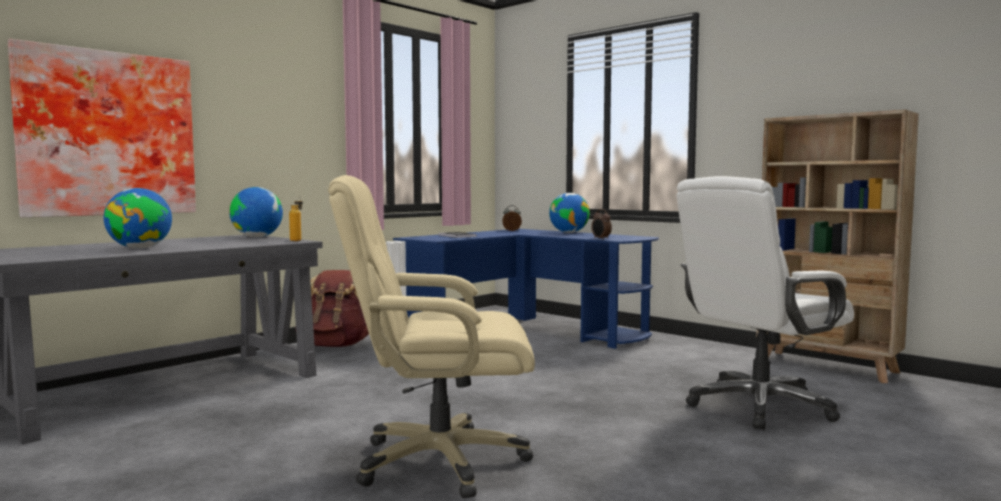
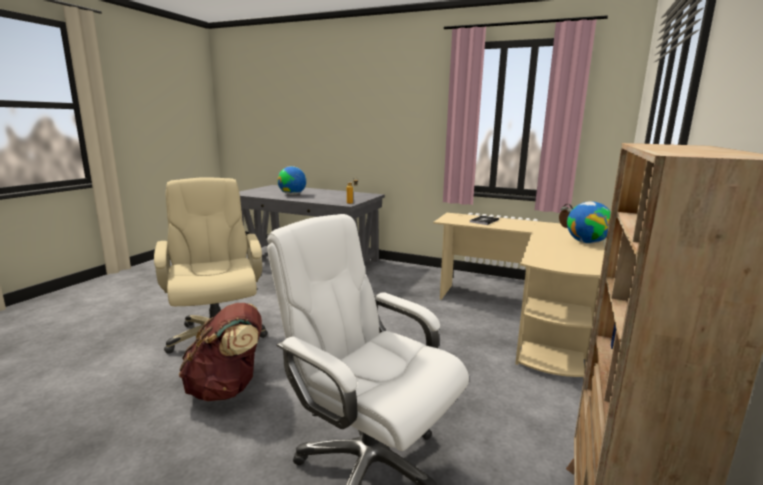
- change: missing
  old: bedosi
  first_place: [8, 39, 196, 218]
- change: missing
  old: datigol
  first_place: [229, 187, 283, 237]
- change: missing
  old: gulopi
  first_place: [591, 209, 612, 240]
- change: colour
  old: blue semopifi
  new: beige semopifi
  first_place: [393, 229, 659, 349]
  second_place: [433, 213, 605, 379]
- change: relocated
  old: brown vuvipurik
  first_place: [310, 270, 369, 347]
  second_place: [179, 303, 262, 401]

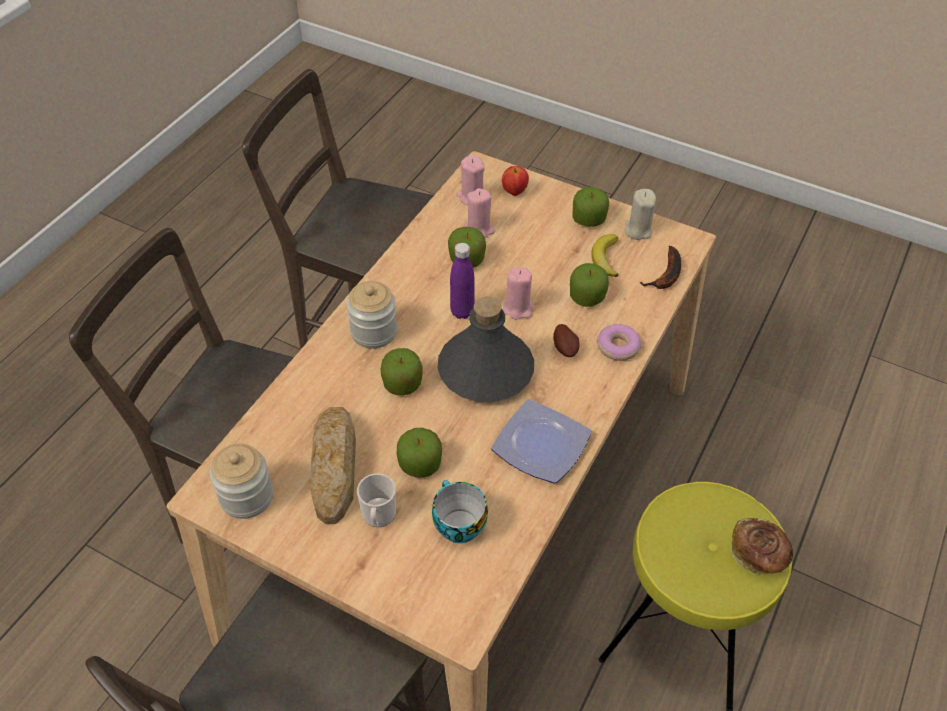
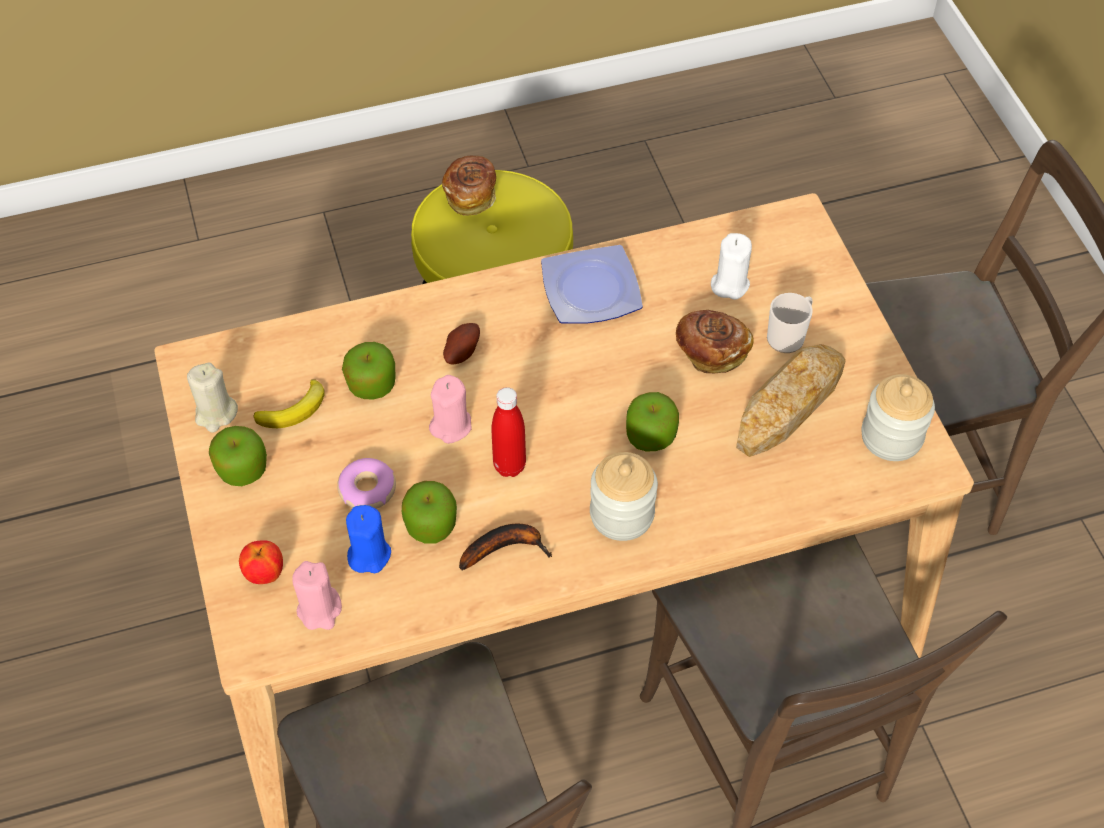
- change: colour
  old: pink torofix
  new: blue torofix
  first_place: [464, 188, 495, 238]
  second_place: [346, 505, 391, 573]
- change: colour
  old: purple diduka
  new: red diduka
  first_place: [450, 243, 475, 319]
  second_place: [491, 387, 526, 477]
- change: relocated
  old: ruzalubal
  first_place: [640, 246, 681, 289]
  second_place: [459, 524, 553, 571]
- change: missing
  old: grey diduka
  first_place: [438, 297, 534, 402]
- change: relocated
  old: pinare
  first_place: [597, 324, 641, 361]
  second_place: [337, 458, 396, 509]
- change: exchanged
  old: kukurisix
  new: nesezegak
  first_place: [397, 428, 442, 478]
  second_place: [676, 310, 753, 373]
- change: exchanged
  old: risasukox
  new: white torofix
  first_place: [432, 480, 488, 543]
  second_place: [711, 233, 752, 300]

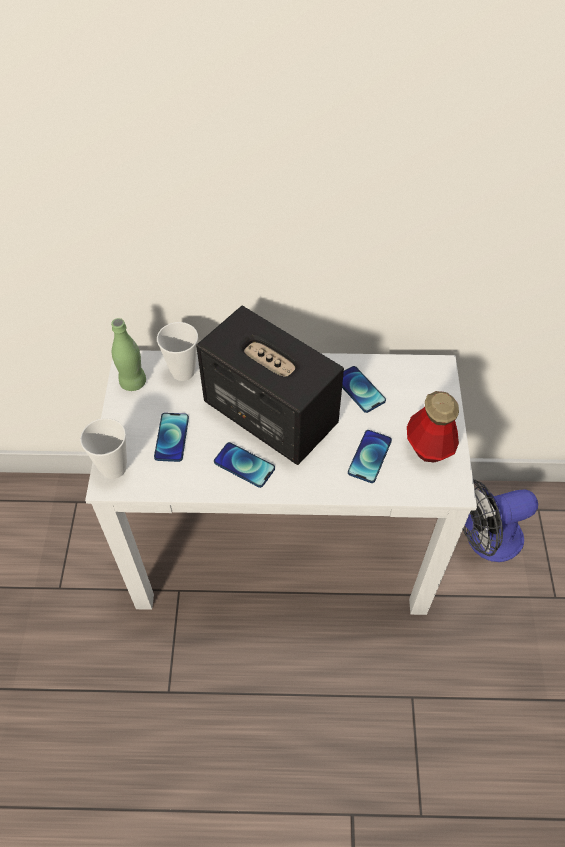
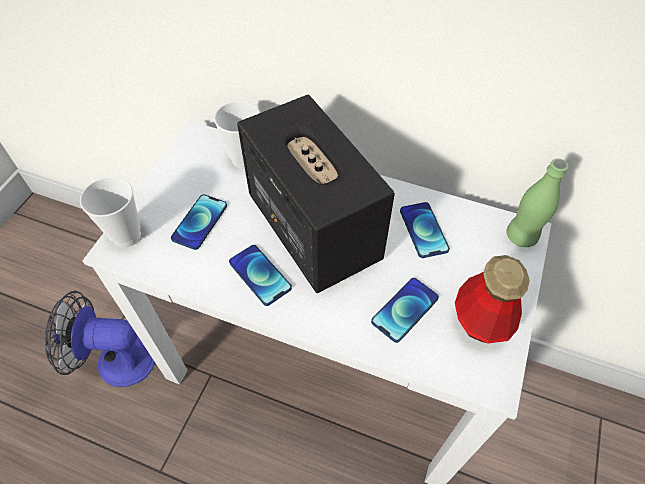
- change: relocated
  old: green diduka
  first_place: [111, 318, 146, 391]
  second_place: [506, 158, 568, 247]
- change: relocated
  old: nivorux
  first_place: [463, 480, 538, 562]
  second_place: [45, 291, 155, 387]

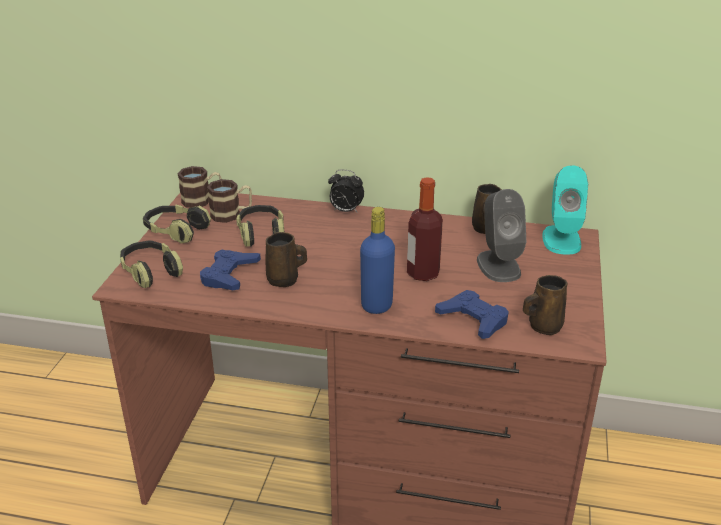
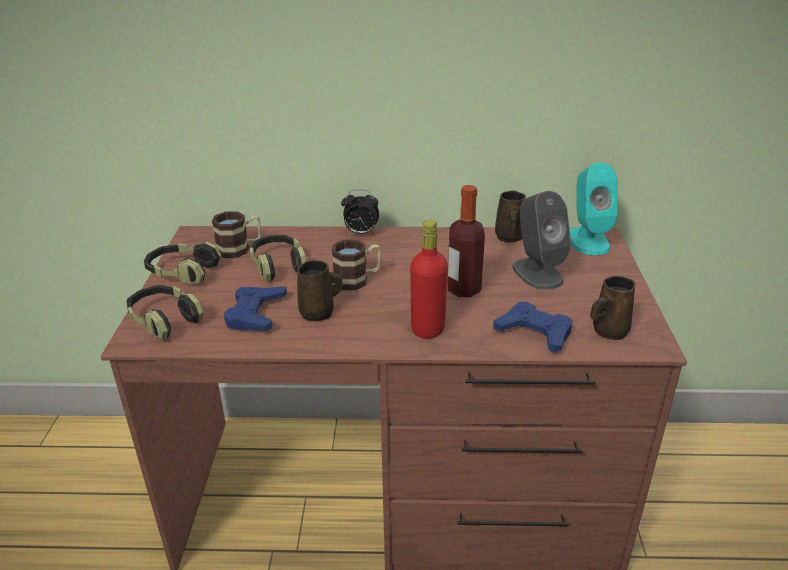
- change: relocated
  old: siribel
  first_place: [178, 166, 221, 208]
  second_place: [332, 240, 381, 290]
- change: colour
  old: blue diduka
  new: red diduka
  first_place: [360, 207, 395, 314]
  second_place: [410, 220, 448, 339]

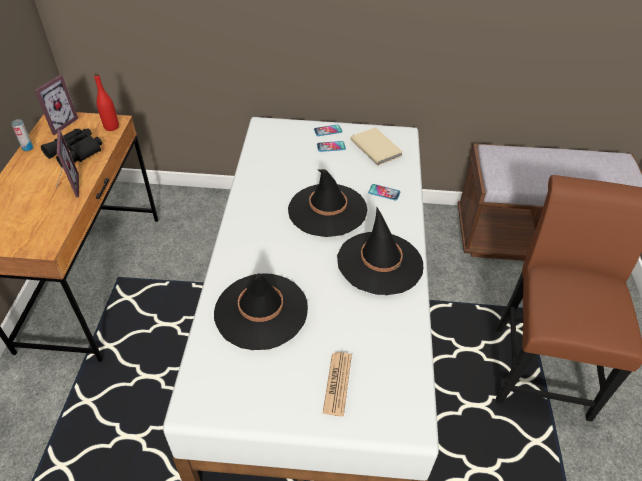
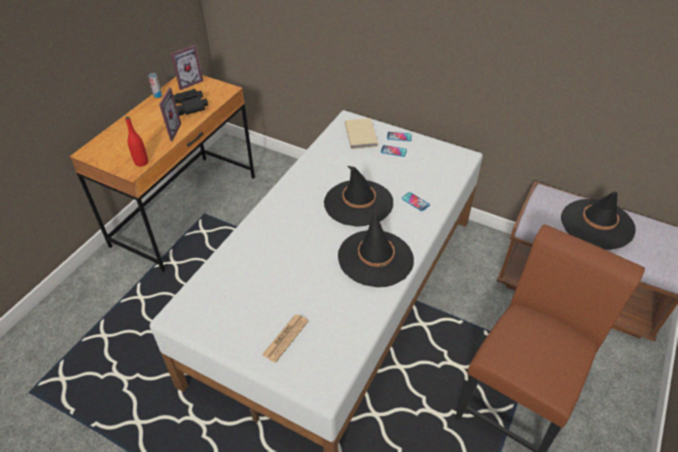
- change: relocated
  old: red diduka
  first_place: [94, 73, 119, 131]
  second_place: [125, 116, 148, 167]
- change: relocated
  old: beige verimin
  first_place: [351, 127, 403, 166]
  second_place: [345, 118, 378, 149]
- change: relocated
  old: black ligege
  first_place: [214, 273, 308, 350]
  second_place: [561, 191, 636, 250]

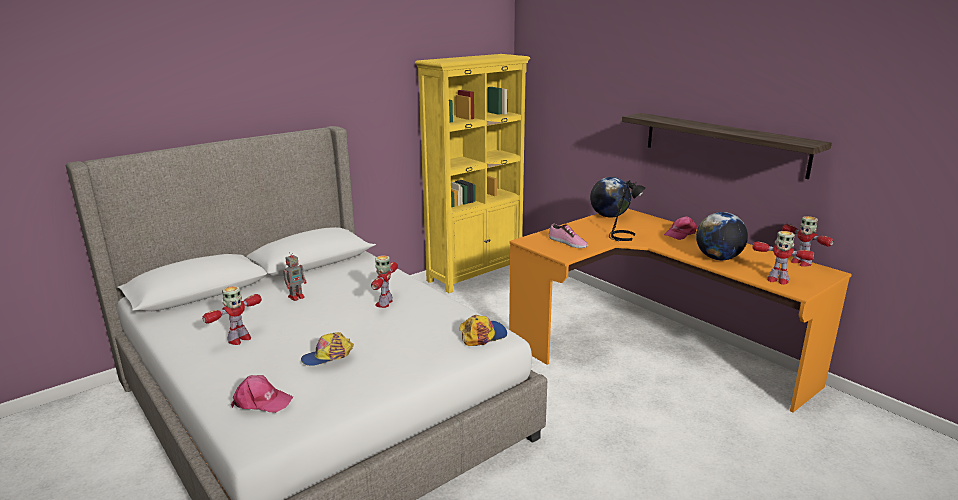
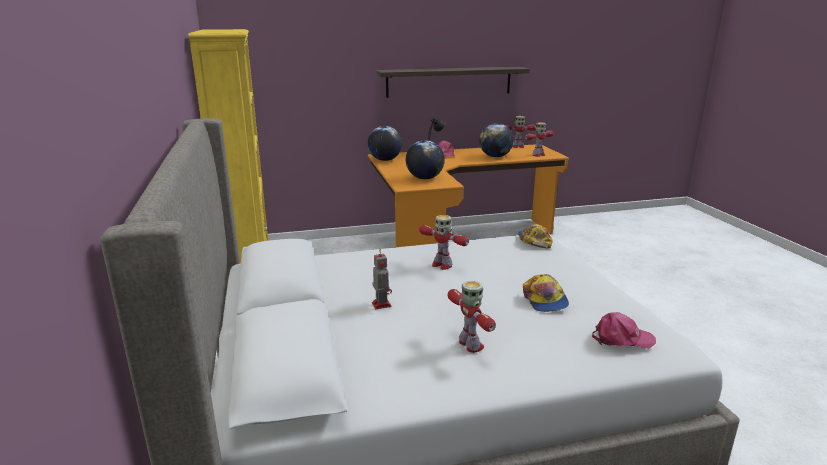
- change: exchanged
  old: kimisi
  new: datigol
  first_place: [549, 224, 588, 248]
  second_place: [406, 140, 445, 179]
- change: spun
  old: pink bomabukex
  first_place: [231, 375, 293, 413]
  second_place: [592, 312, 656, 349]
  degrees: 60

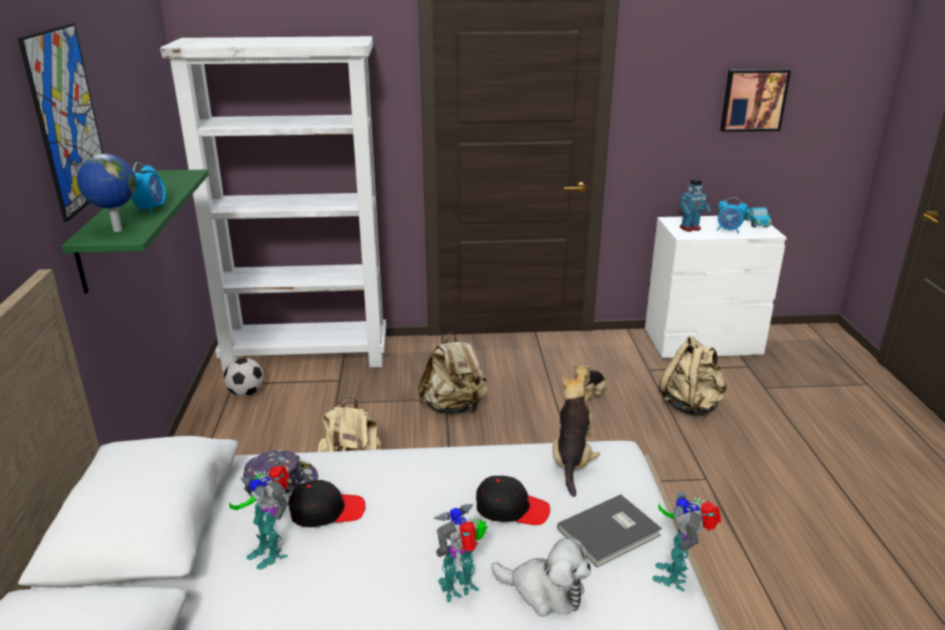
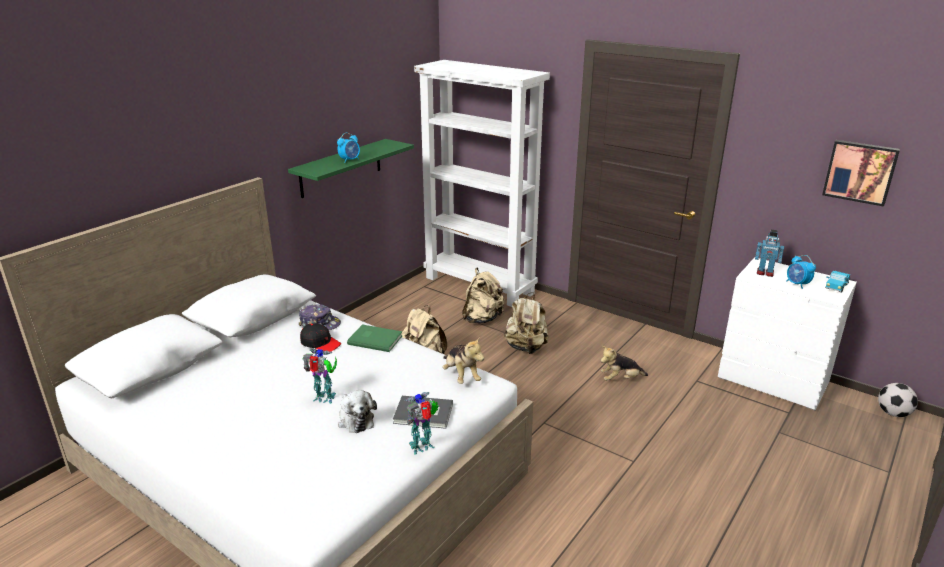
- change: missing
  old: bedosi
  first_place: [18, 23, 103, 222]
- change: missing
  old: datigol
  first_place: [77, 154, 137, 232]
- change: relocated
  old: beige vuvipurik
  first_place: [659, 335, 727, 417]
  second_place: [462, 267, 505, 324]
- change: relocated
  old: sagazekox
  first_place: [224, 358, 264, 396]
  second_place: [878, 383, 918, 417]
- change: spun
  old: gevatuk
  first_place: [552, 372, 600, 497]
  second_place: [443, 336, 484, 384]
  degrees: 105
- change: missing
  old: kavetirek
  first_place: [229, 465, 289, 570]
- change: missing
  old: black bomabukex
  first_place: [476, 475, 550, 525]
- change: appeared
  new: green verimin
  second_place: [347, 324, 403, 352]

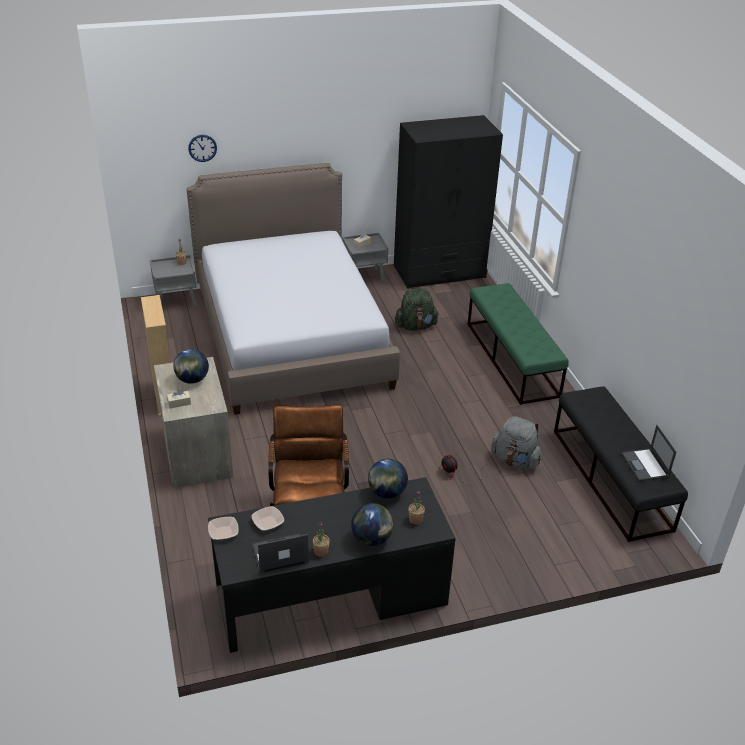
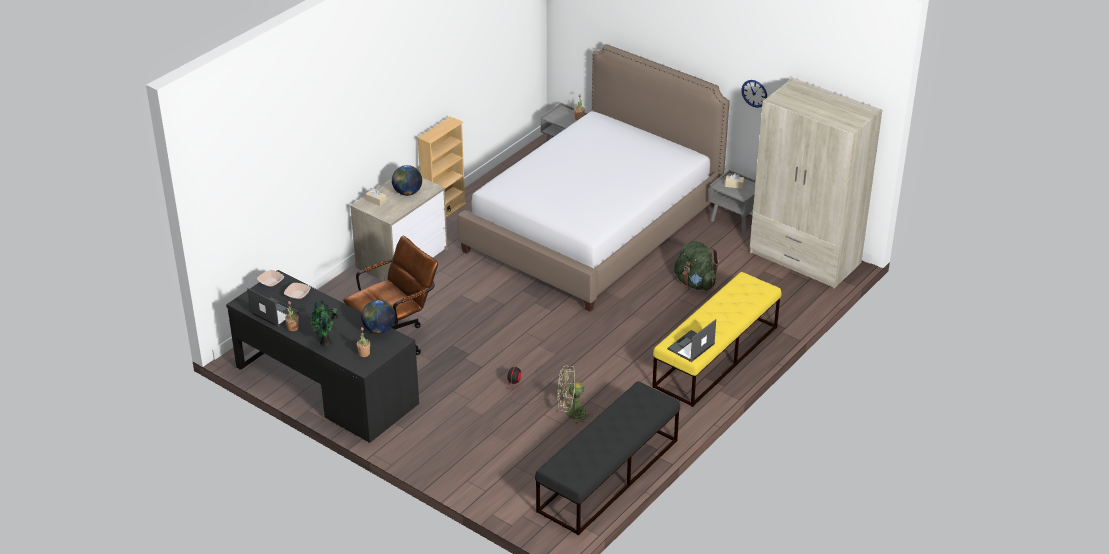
- change: colour
  old: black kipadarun
  new: beige kipadarun
  first_place: [394, 115, 503, 289]
  second_place: [750, 78, 882, 288]
- change: relocated
  old: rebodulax
  first_place: [188, 135, 217, 162]
  second_place: [741, 80, 767, 108]
- change: colour
  old: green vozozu
  new: yellow vozozu
  first_place: [467, 283, 569, 405]
  second_place: [652, 272, 781, 407]
- change: exchanged
  old: grey vuvipurik
  new: green nivorux
  first_place: [491, 416, 542, 469]
  second_place: [557, 366, 593, 424]
- change: relocated
  old: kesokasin
  first_place: [621, 425, 676, 481]
  second_place: [667, 319, 716, 362]
- change: exchanged
  old: datigol
  new: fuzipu
  first_place: [351, 503, 394, 546]
  second_place: [308, 300, 338, 346]

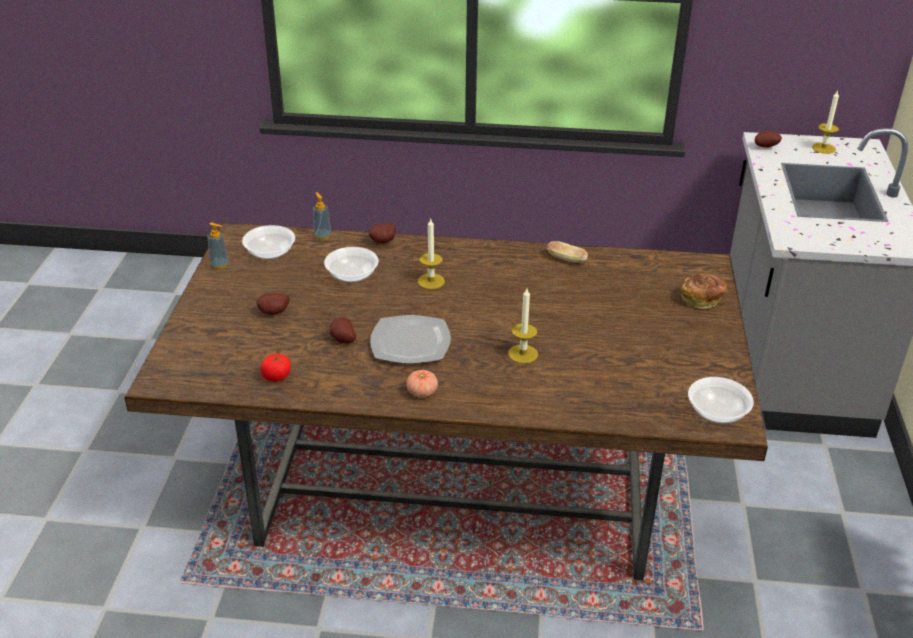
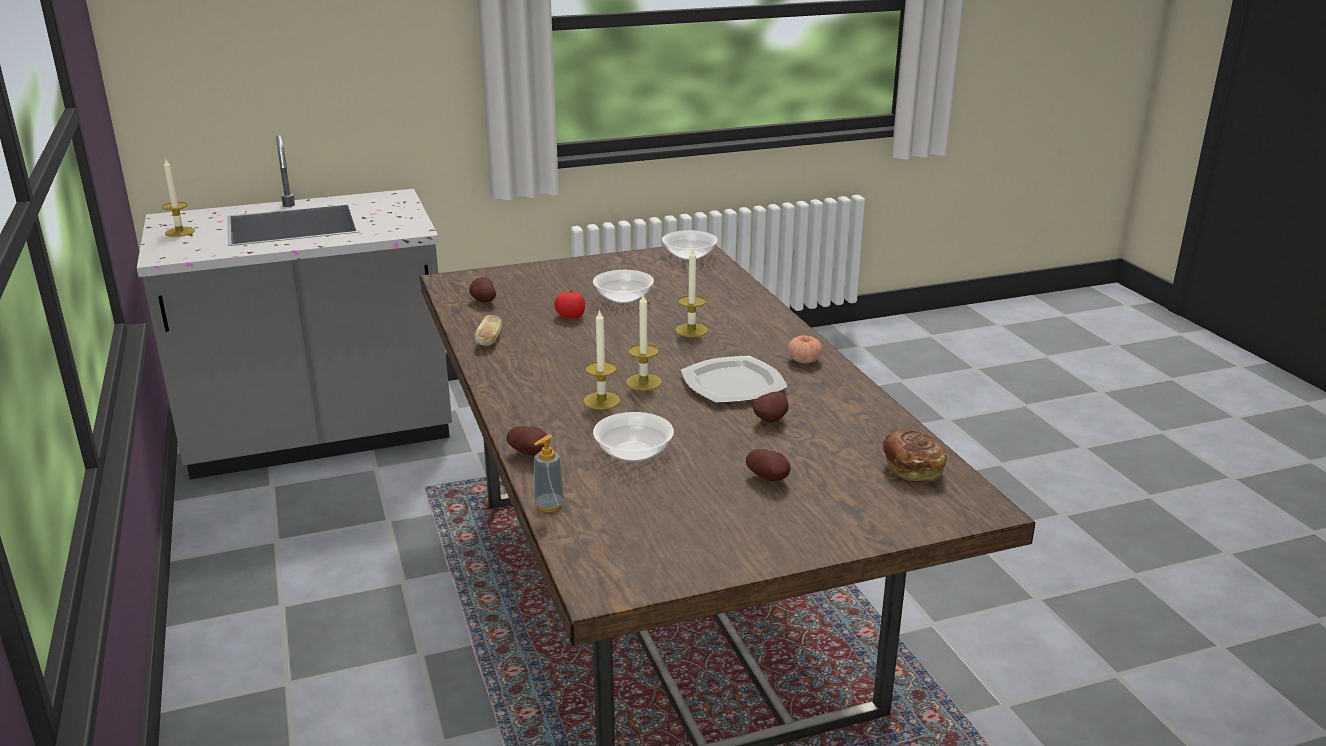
- change: relocated
  old: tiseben
  first_place: [755, 131, 782, 148]
  second_place: [469, 277, 496, 303]
- change: missing
  old: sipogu
  first_place: [208, 222, 229, 269]
- change: relocated
  old: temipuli
  first_place: [242, 225, 295, 259]
  second_place: [593, 270, 654, 304]
- change: relocated
  old: nesezegak
  first_place: [681, 274, 727, 309]
  second_place: [883, 429, 947, 483]
- change: relocated
  old: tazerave
  first_place: [260, 354, 291, 382]
  second_place: [554, 289, 585, 319]
- change: appeared
  new: torofix
  second_place: [626, 294, 662, 391]

